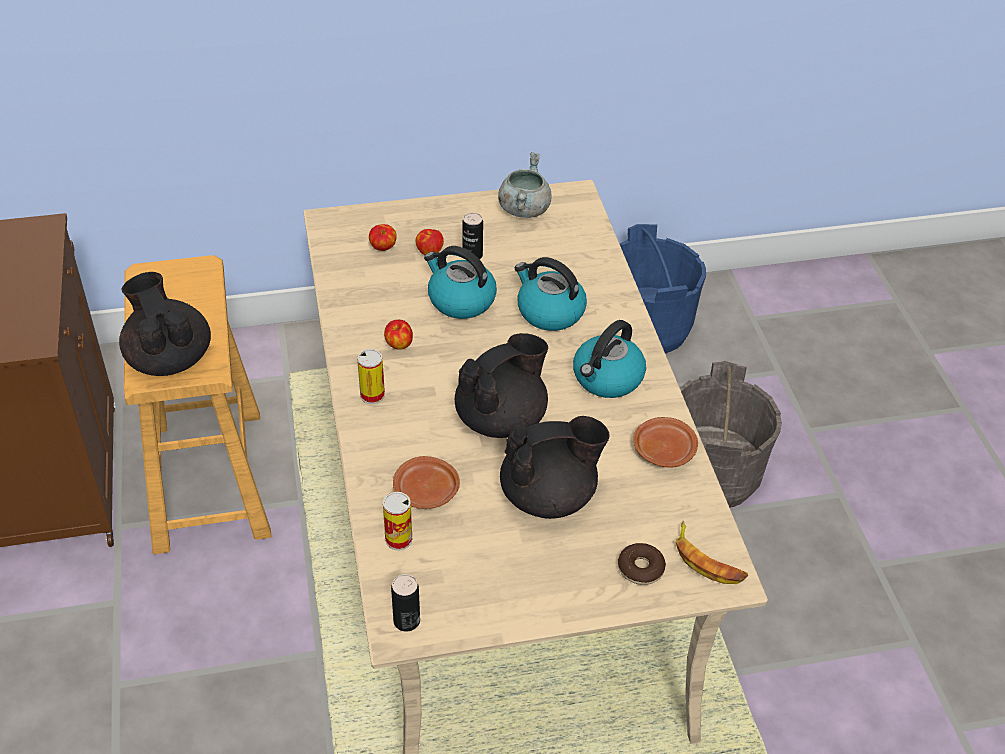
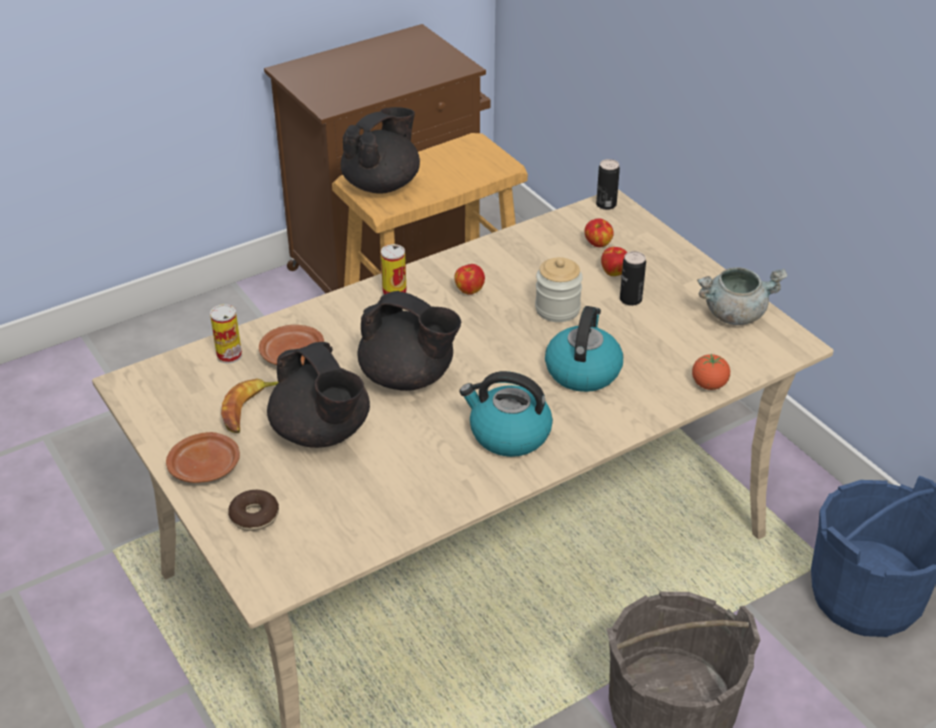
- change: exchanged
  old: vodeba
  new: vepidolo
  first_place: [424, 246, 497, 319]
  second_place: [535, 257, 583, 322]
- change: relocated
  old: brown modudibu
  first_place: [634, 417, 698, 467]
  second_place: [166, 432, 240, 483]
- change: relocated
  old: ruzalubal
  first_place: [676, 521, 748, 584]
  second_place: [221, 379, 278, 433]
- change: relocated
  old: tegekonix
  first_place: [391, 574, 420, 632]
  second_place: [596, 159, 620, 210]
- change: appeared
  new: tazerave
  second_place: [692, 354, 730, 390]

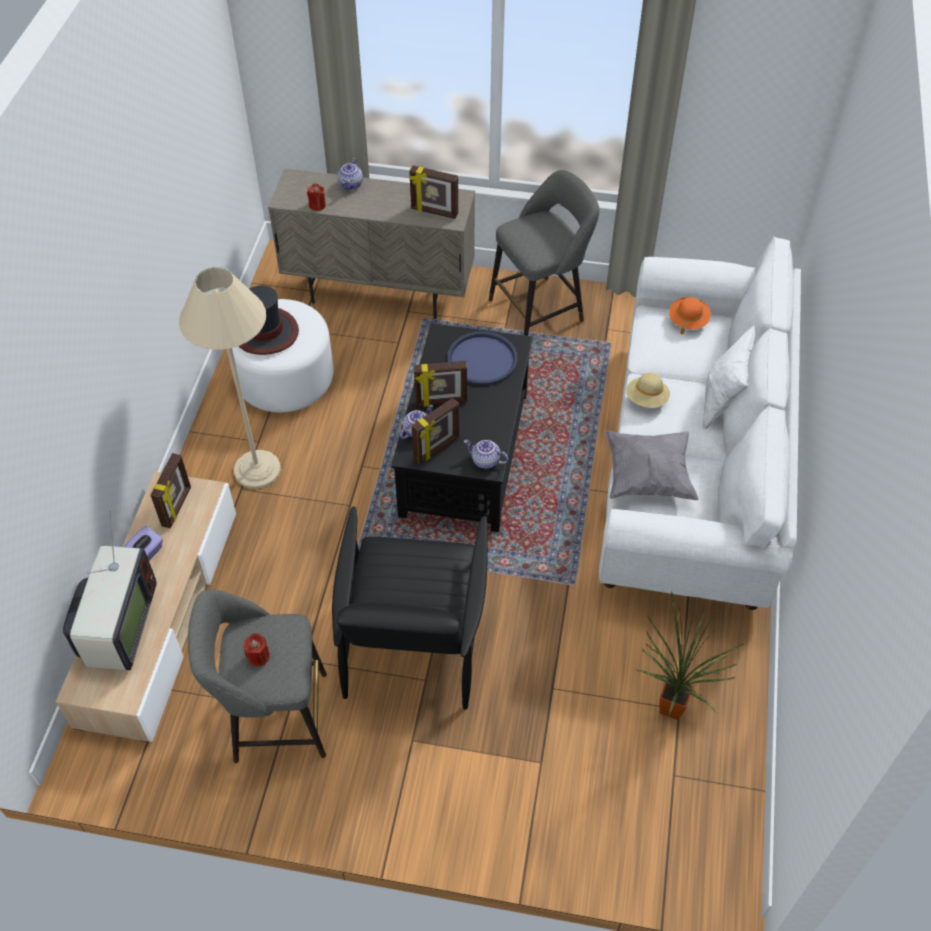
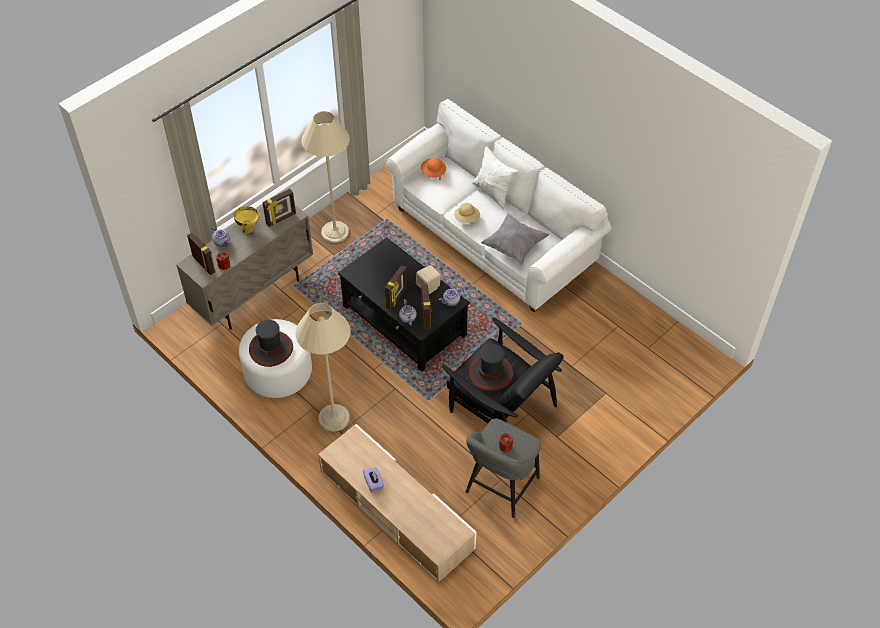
- change: exchanged
  old: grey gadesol
  new: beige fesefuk
  first_place: [489, 170, 599, 336]
  second_place: [301, 111, 350, 243]
- change: missing
  old: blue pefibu
  first_place: [447, 331, 518, 385]
- change: relocated
  old: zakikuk
  first_place: [151, 453, 191, 528]
  second_place: [187, 233, 215, 275]
- change: missing
  old: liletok
  first_place: [63, 511, 157, 670]
- change: missing
  old: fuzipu
  first_place: [637, 591, 745, 720]
- change: appeared
  new: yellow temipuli
  second_place: [233, 206, 260, 233]
- change: appeared
  new: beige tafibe
  second_place: [416, 265, 441, 294]
- change: appeared
  new: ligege
  second_place: [469, 344, 513, 391]

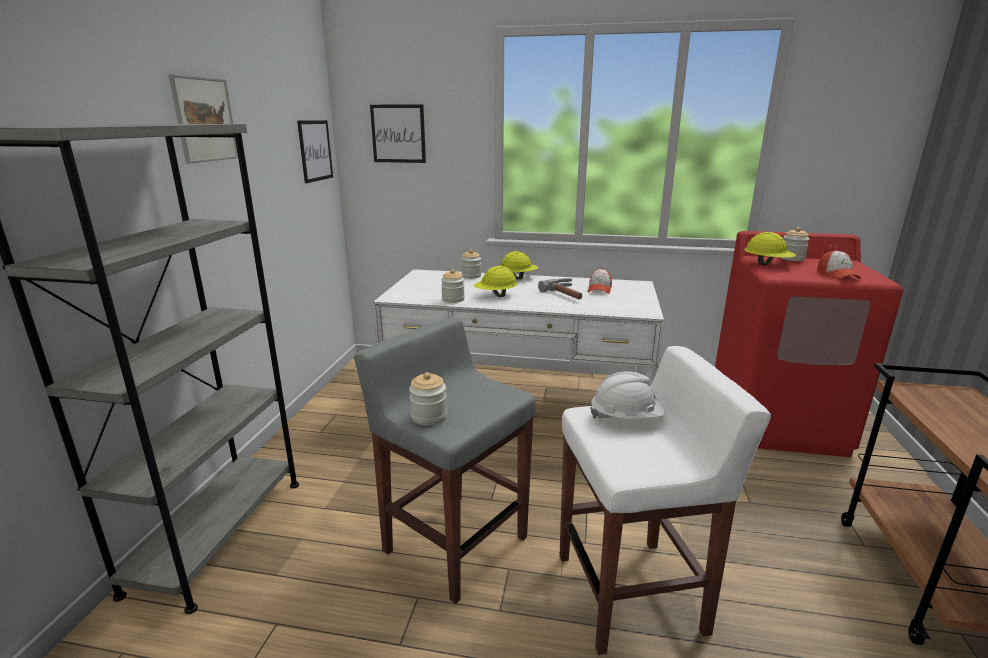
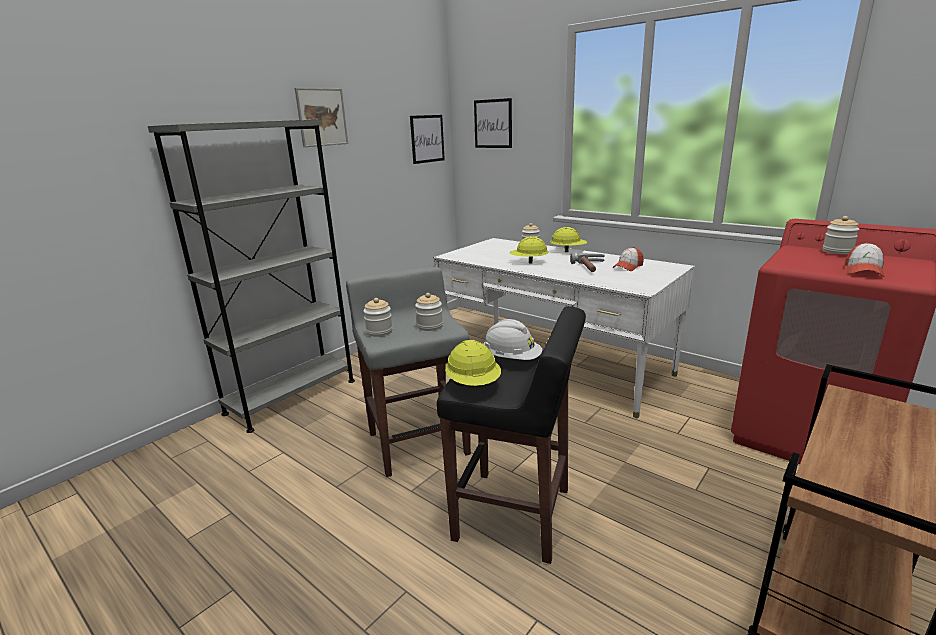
- change: relocated
  old: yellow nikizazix
  first_place: [744, 232, 796, 265]
  second_place: [445, 340, 501, 386]
- change: relocated
  old: vepidolo
  first_place: [441, 269, 465, 303]
  second_place: [415, 293, 443, 331]
- change: colour
  old: white gadesol
  new: black gadesol
  first_place: [559, 346, 771, 655]
  second_place: [437, 306, 586, 564]

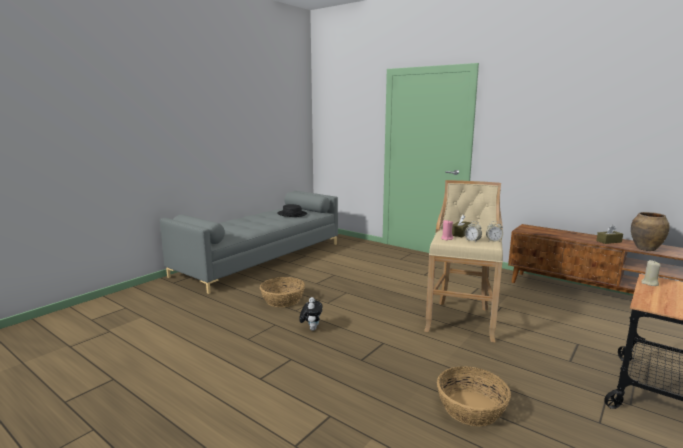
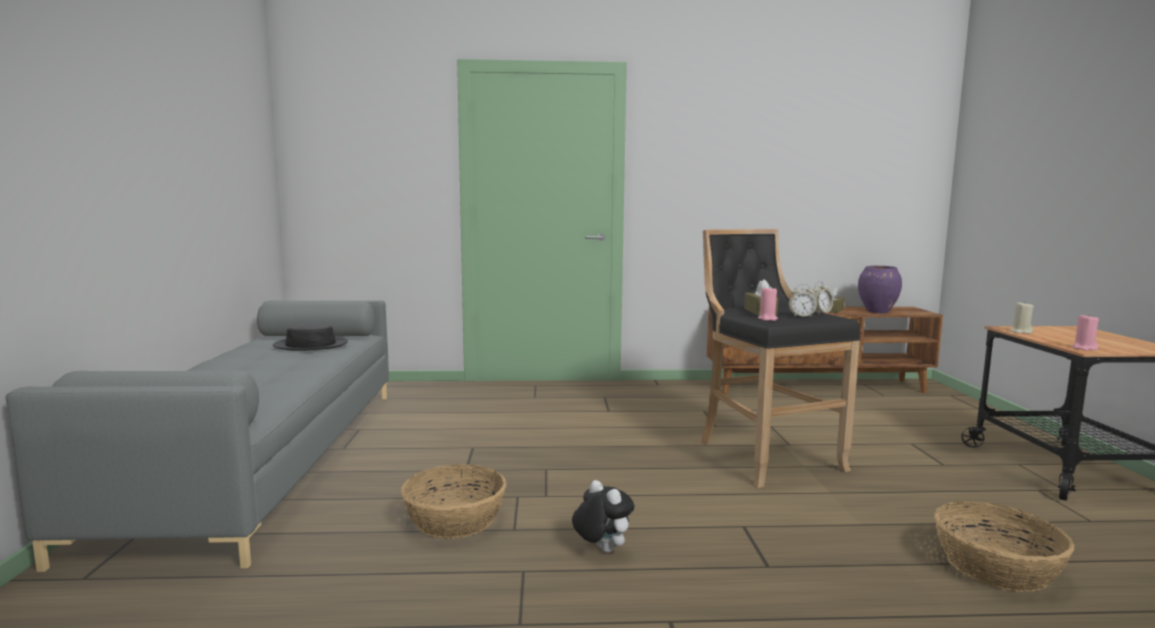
- change: colour
  old: beige gadesol
  new: black gadesol
  first_place: [424, 180, 503, 343]
  second_place: [701, 229, 860, 488]
- change: colour
  old: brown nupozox
  new: purple nupozox
  first_place: [631, 212, 670, 251]
  second_place: [858, 266, 902, 313]
- change: appeared
  new: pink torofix
  second_place: [1072, 314, 1099, 350]

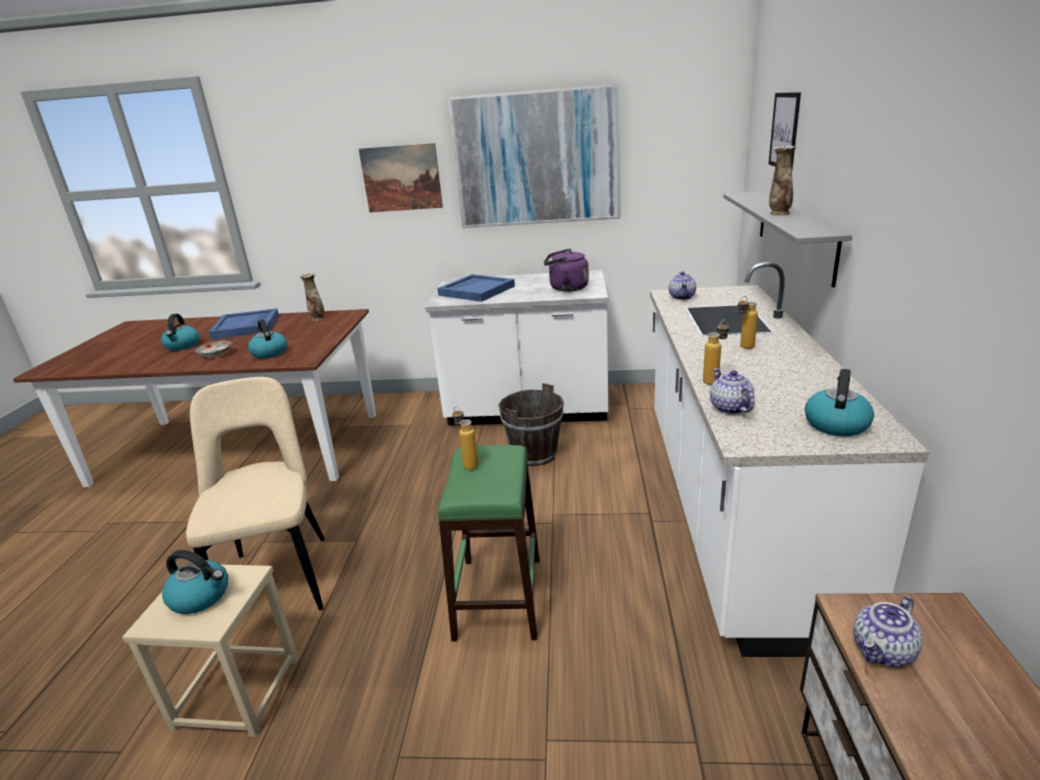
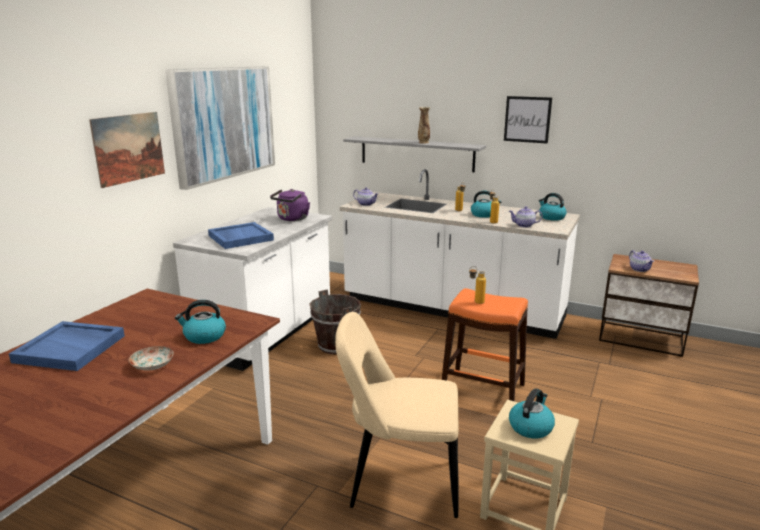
- change: relocated
  old: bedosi
  first_place: [768, 92, 801, 169]
  second_place: [504, 96, 552, 144]
- change: missing
  old: nupozox
  first_place: [300, 273, 325, 321]
- change: relocated
  old: vodeba
  first_place: [161, 314, 200, 351]
  second_place: [471, 191, 501, 218]
- change: colour
  old: green gadesol
  new: orange gadesol
  first_place: [438, 445, 540, 641]
  second_place: [442, 288, 528, 401]

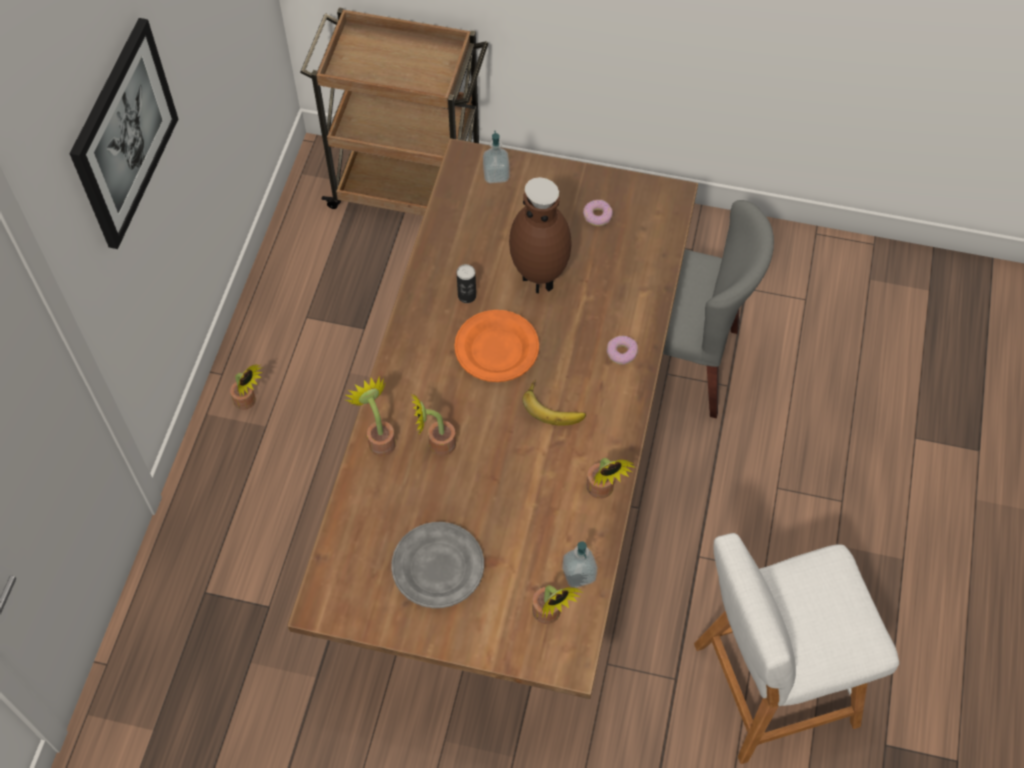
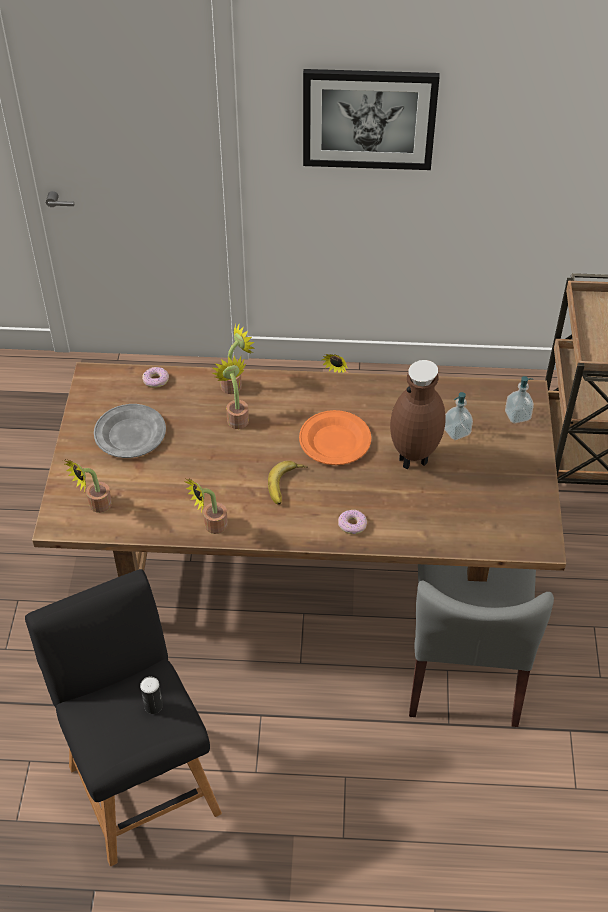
- change: relocated
  old: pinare
  first_place: [583, 200, 613, 226]
  second_place: [142, 367, 169, 388]
- change: relocated
  old: tegekonix
  first_place: [457, 264, 476, 303]
  second_place: [140, 676, 163, 714]
- change: colour
  old: white gadesol
  new: black gadesol
  first_place: [694, 533, 899, 764]
  second_place: [25, 569, 222, 866]
- change: relocated
  old: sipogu
  first_place: [562, 541, 597, 588]
  second_place: [444, 392, 473, 440]

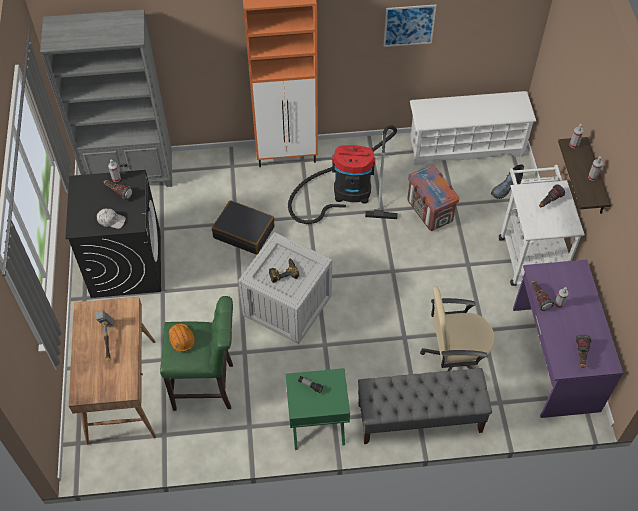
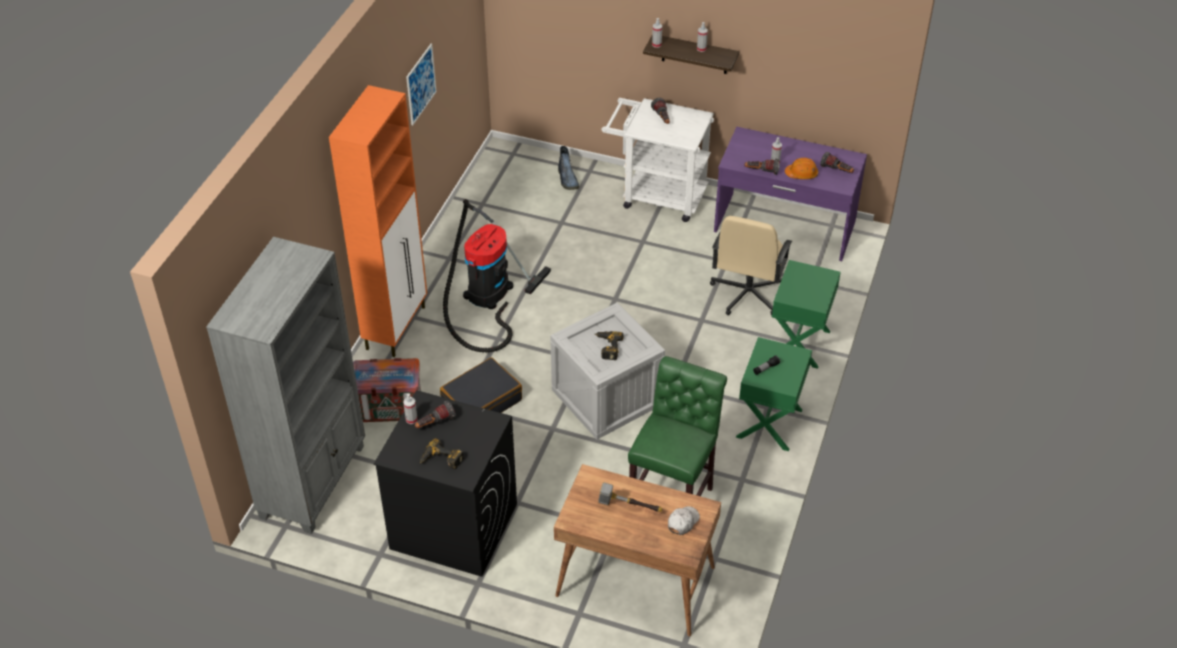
- change: missing
  old: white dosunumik
  first_place: [410, 91, 536, 165]
- change: relocated
  old: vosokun
  first_place: [407, 165, 459, 231]
  second_place: [353, 358, 421, 422]
- change: relocated
  old: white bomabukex
  first_place: [97, 208, 126, 229]
  second_place: [668, 506, 700, 535]
- change: relocated
  old: orange nikizazix
  first_place: [169, 324, 195, 352]
  second_place: [785, 158, 818, 179]
- change: exchanged
  old: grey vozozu
  new: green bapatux
  first_place: [358, 368, 492, 444]
  second_place: [772, 260, 841, 369]
- change: appeared
  new: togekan
  second_place: [420, 438, 464, 469]

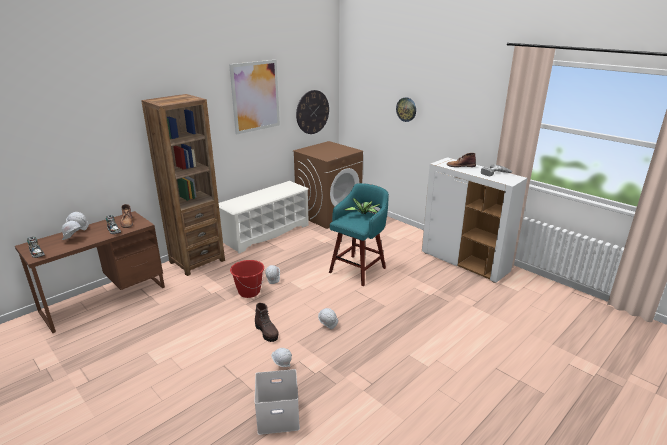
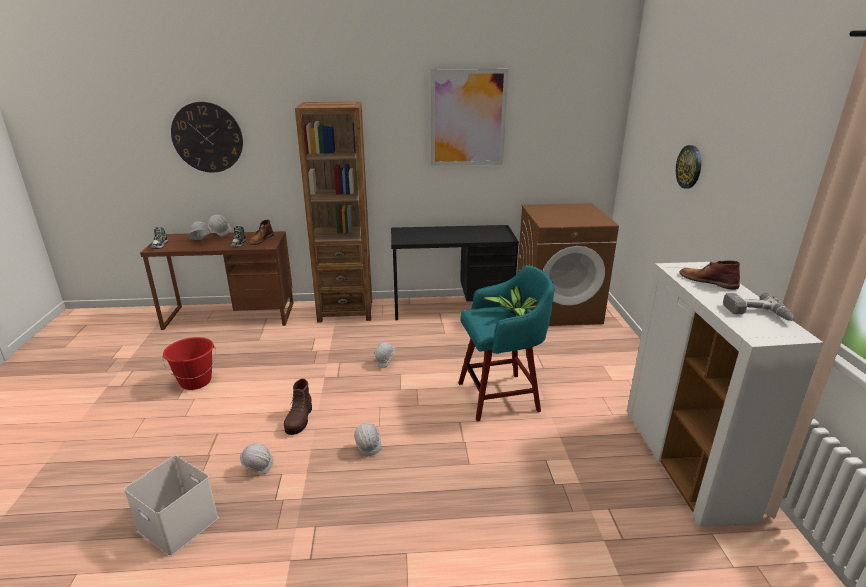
- change: relocated
  old: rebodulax
  first_place: [296, 90, 329, 134]
  second_place: [171, 102, 243, 173]
- change: exchanged
  old: white dosunumik
  new: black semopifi
  first_place: [219, 181, 309, 254]
  second_place: [391, 225, 519, 320]
- change: relocated
  old: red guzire
  first_place: [230, 260, 264, 298]
  second_place: [162, 337, 216, 390]

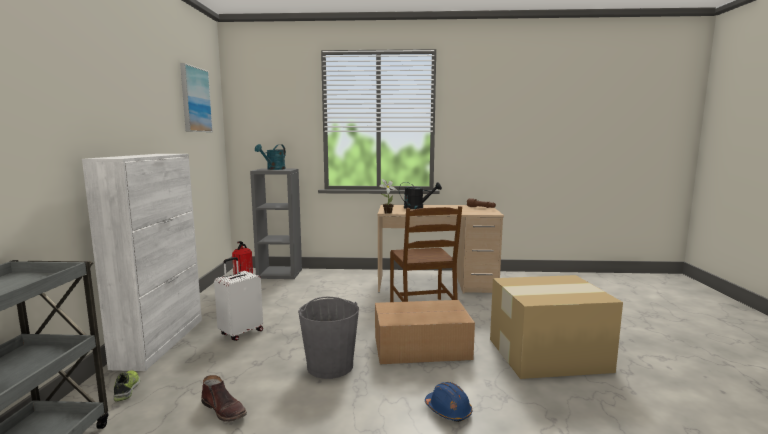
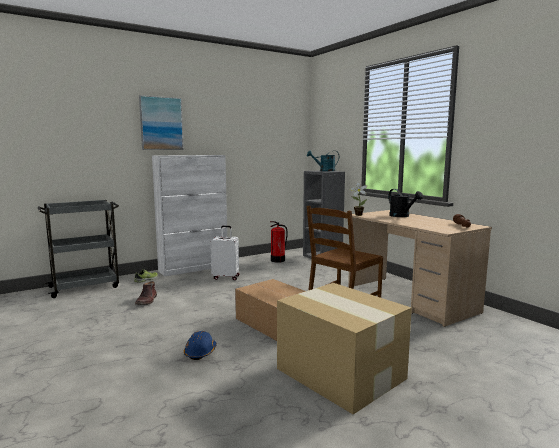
- change: relocated
  old: bedosi
  first_place: [180, 63, 213, 132]
  second_place: [139, 95, 184, 150]
- change: missing
  old: grey guzire
  first_place: [298, 297, 359, 379]

